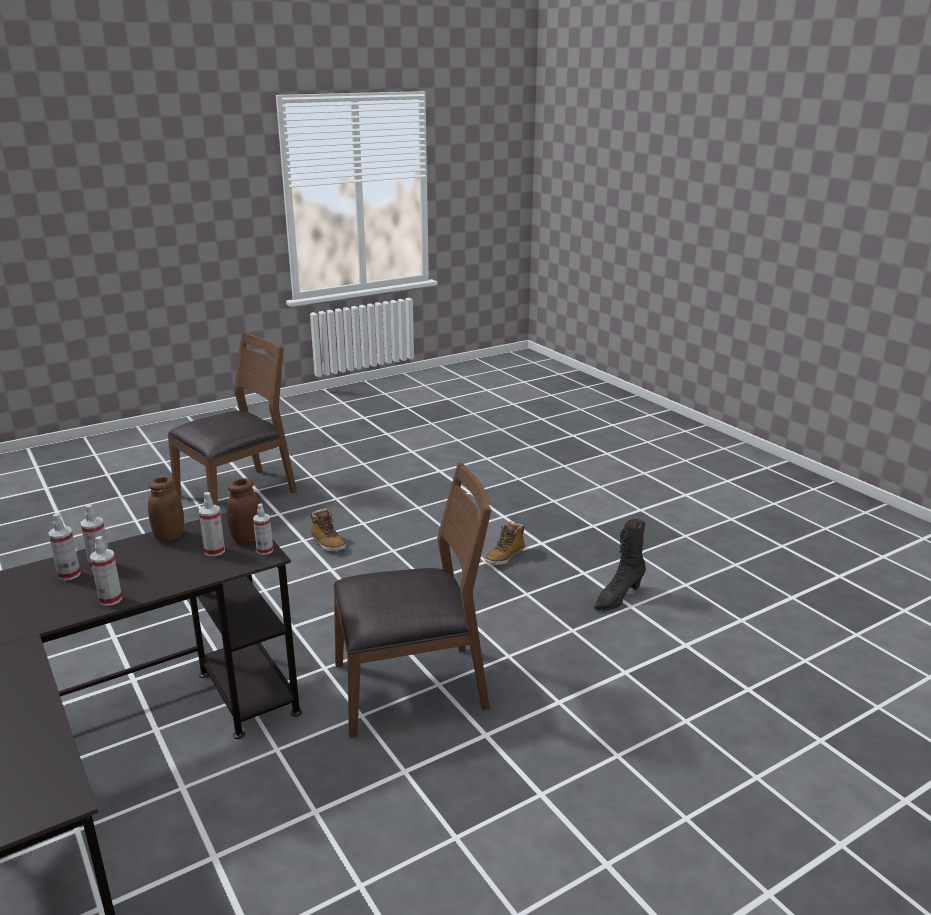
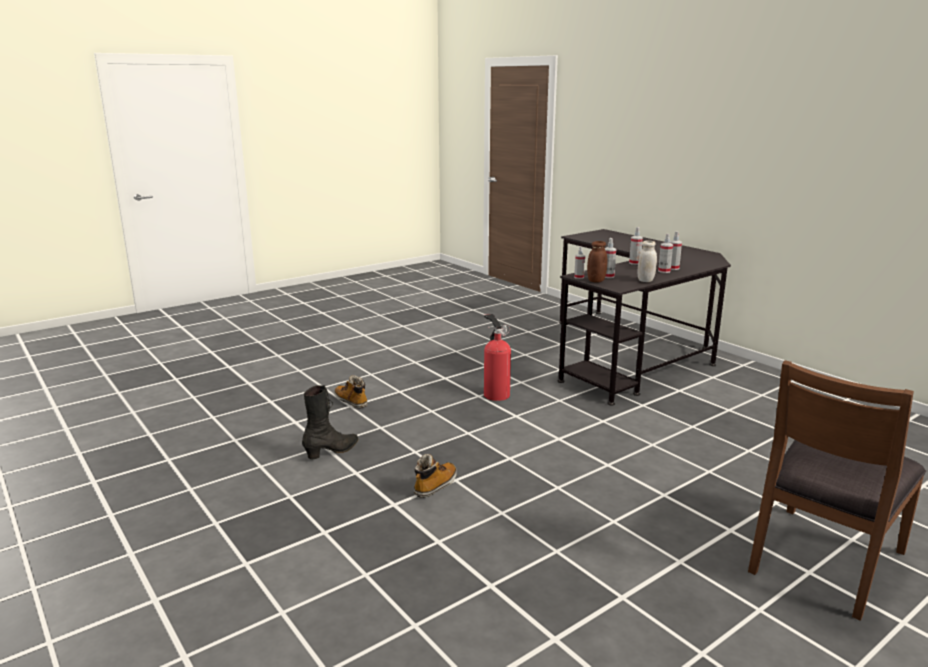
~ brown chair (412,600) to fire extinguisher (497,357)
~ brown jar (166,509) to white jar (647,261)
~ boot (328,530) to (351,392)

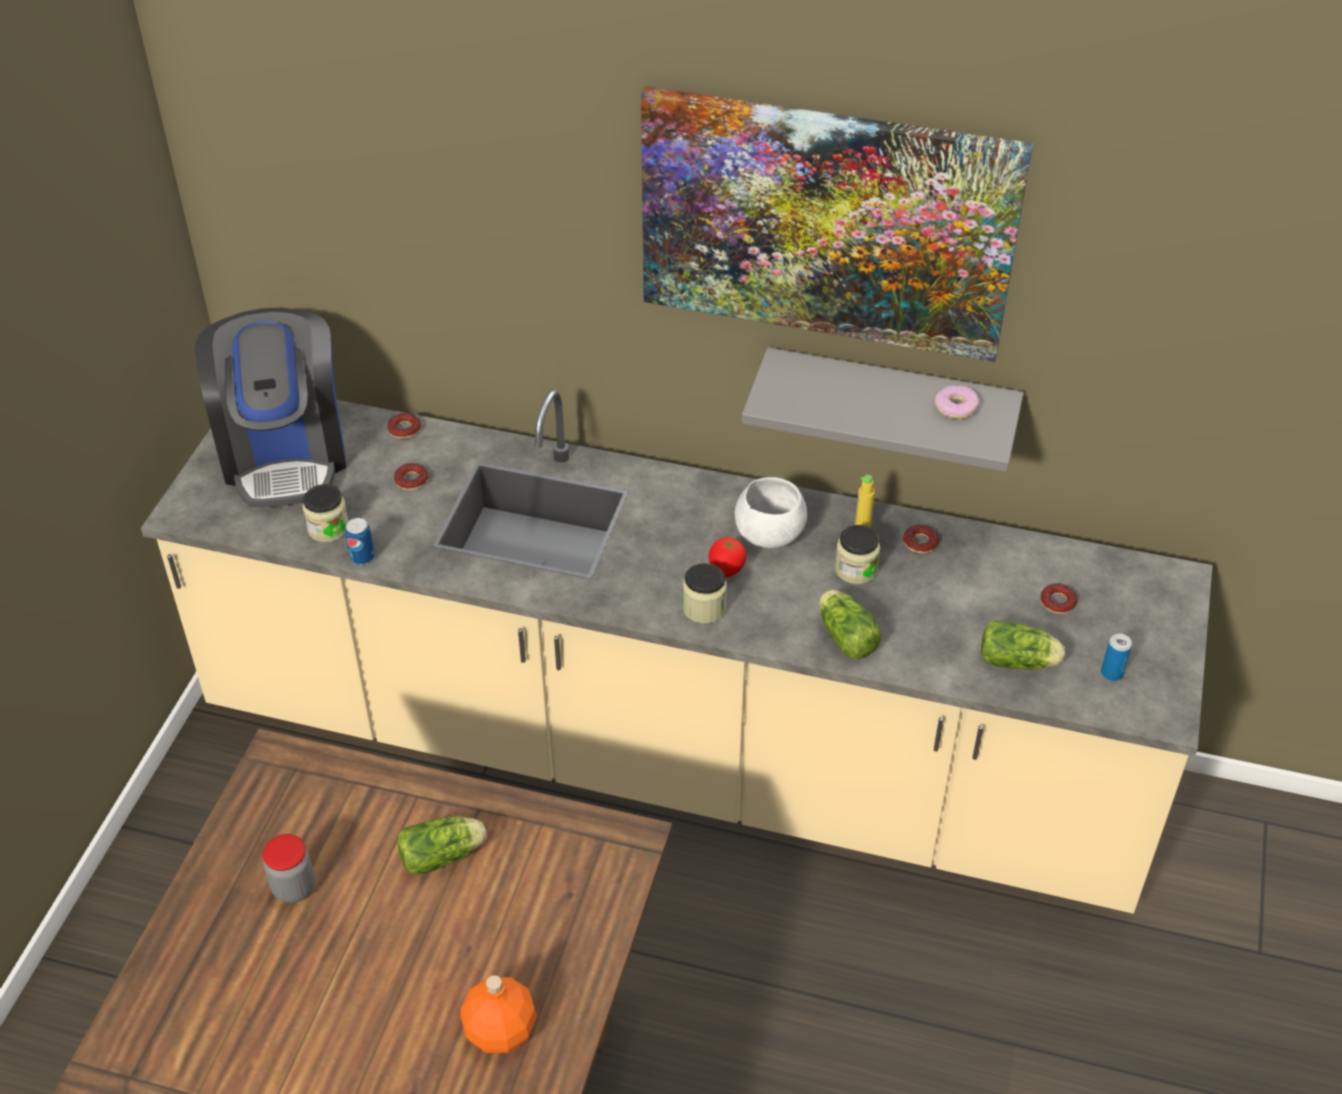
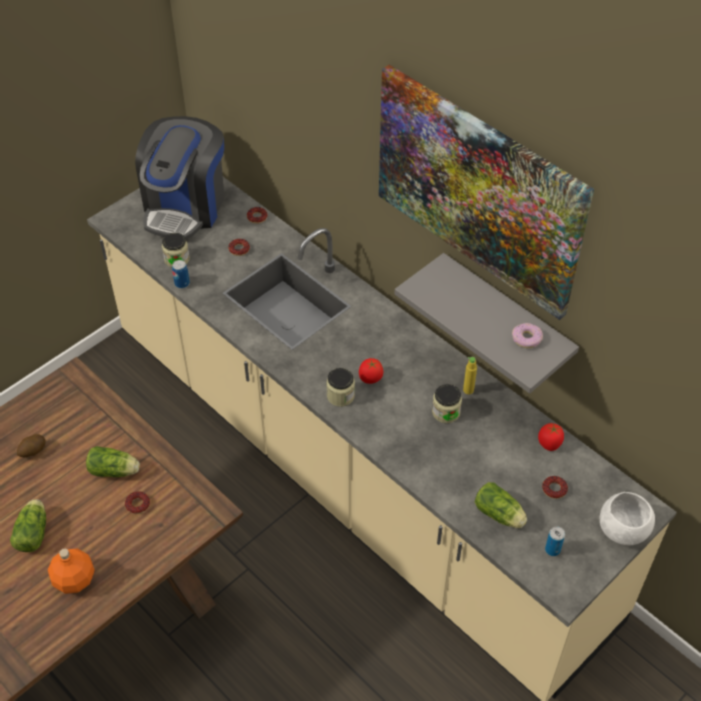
~ white bowl (771,512) to (627,518)
~ donut (921,539) to (137,502)
~ lettuce (850,624) to (28,525)
~ jar (288,868) to potato (31,445)
+ tomato (551,437)

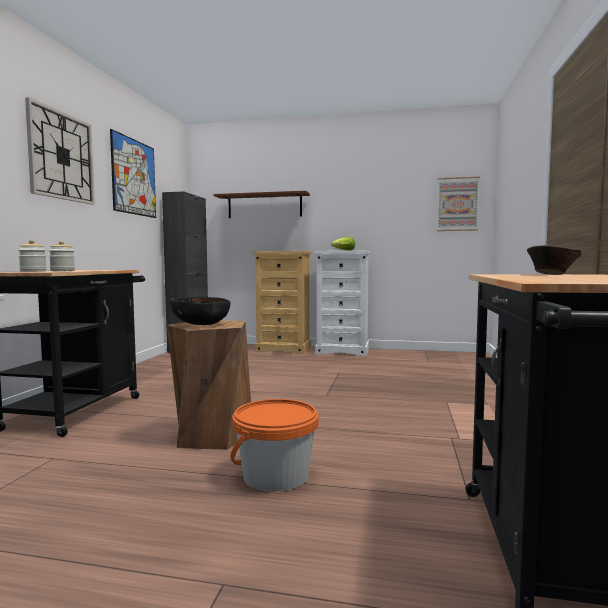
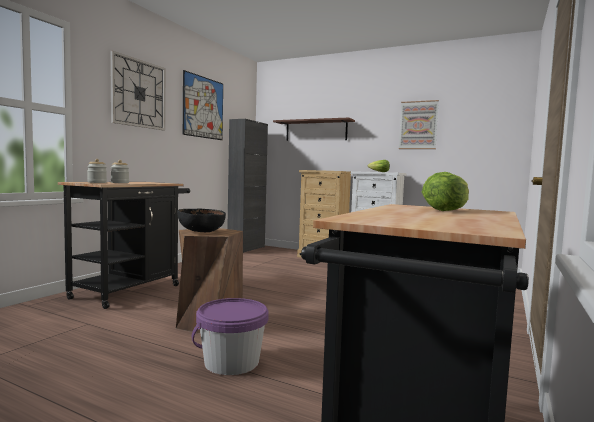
~ picture (458,203) to (419,124)
~ brown bowl (554,260) to lettuce (445,191)
~ orange bucket (274,445) to purple bucket (230,336)

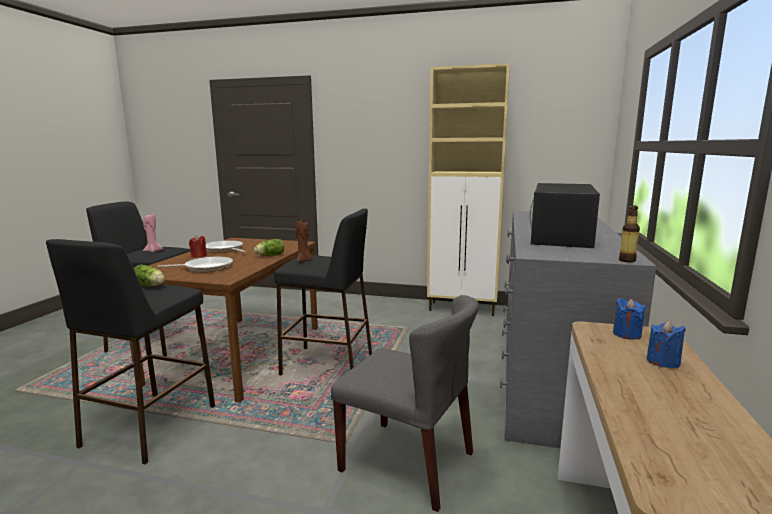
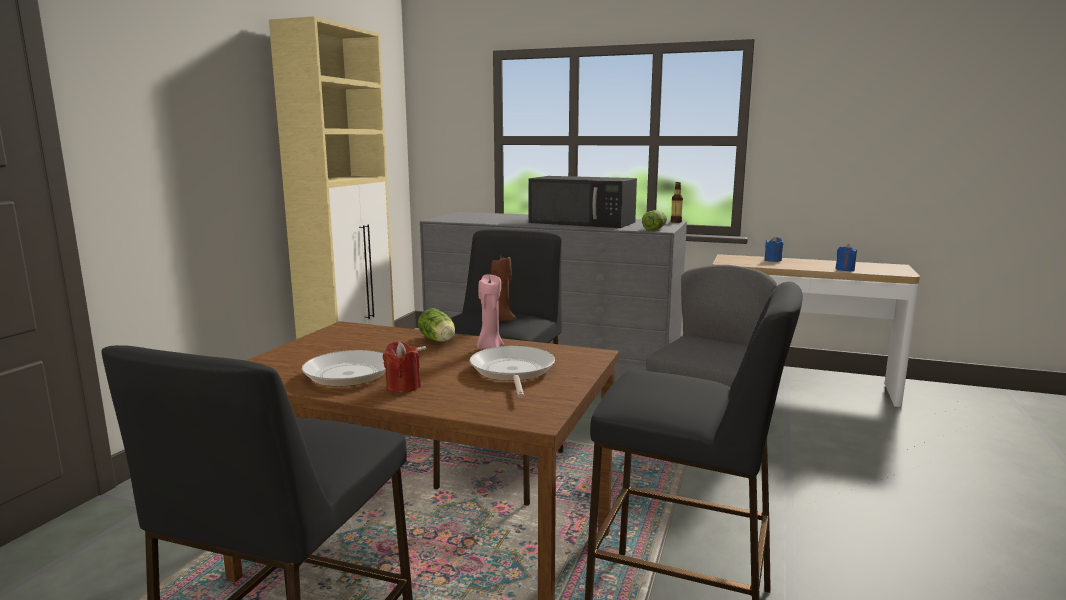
~ pink candle (153,233) to (490,312)
~ lettuce (149,275) to (654,220)
~ blue candle (629,319) to (846,257)

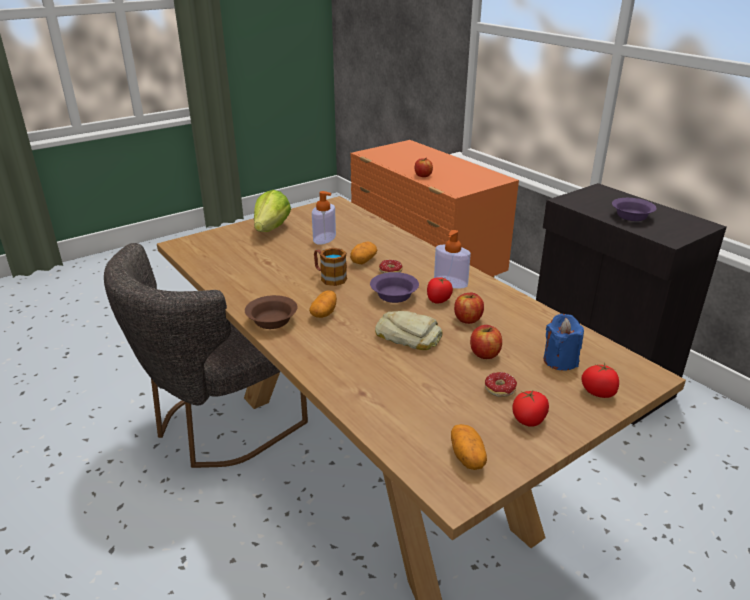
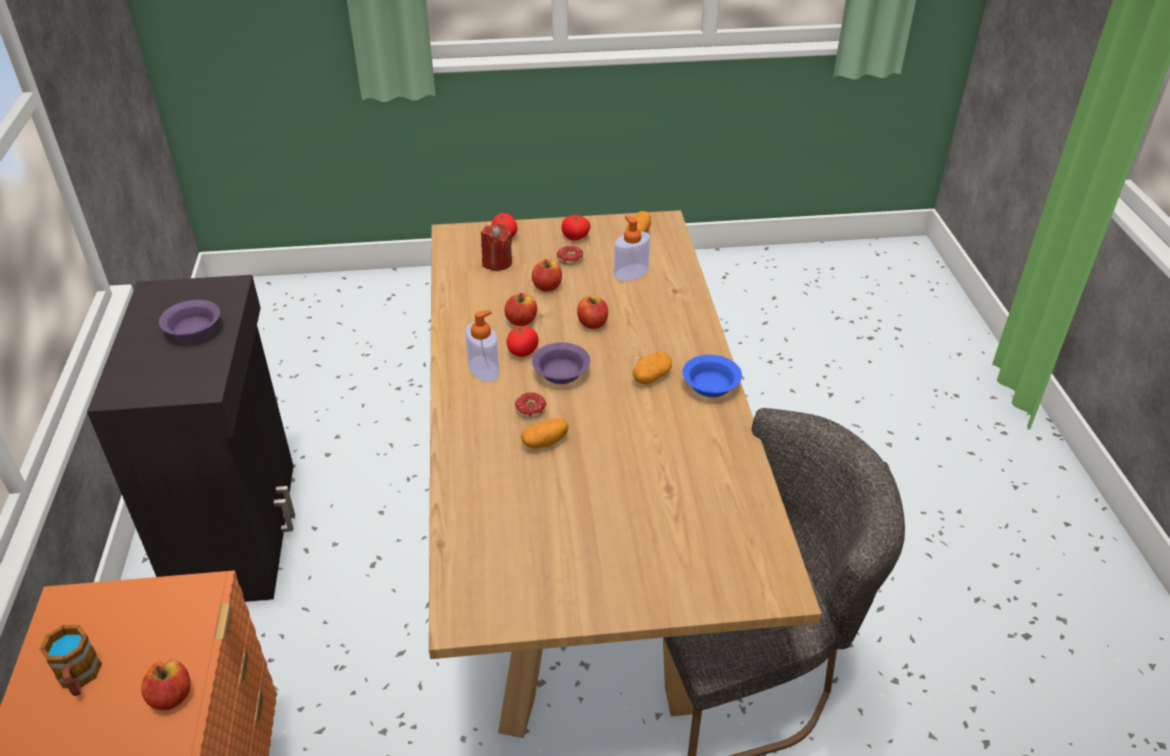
- lettuce (272,211)
~ soap dispenser (324,218) to (632,248)
~ mug (330,267) to (71,660)
~ brown bowl (271,312) to blue bowl (712,376)
~ bread (409,330) to apple (592,312)
~ blue candle (564,342) to red candle (496,247)

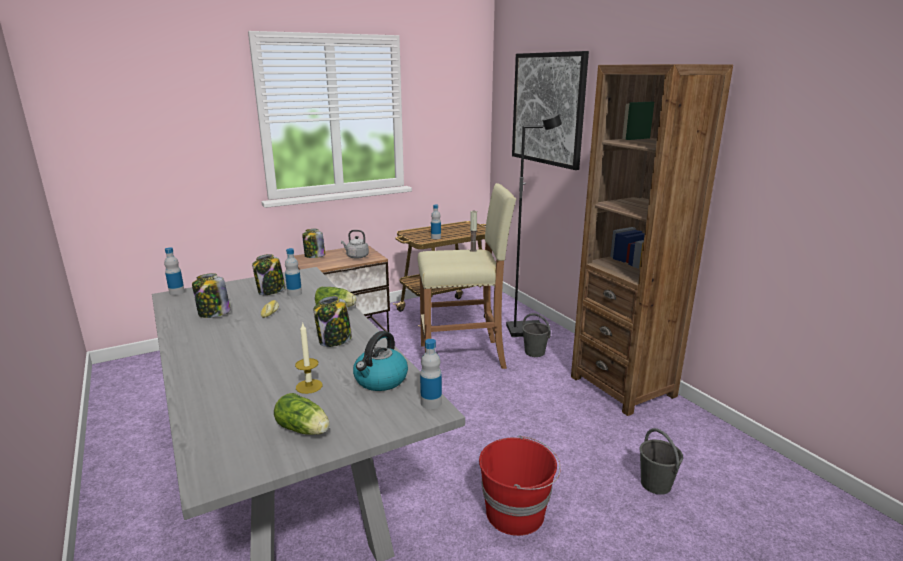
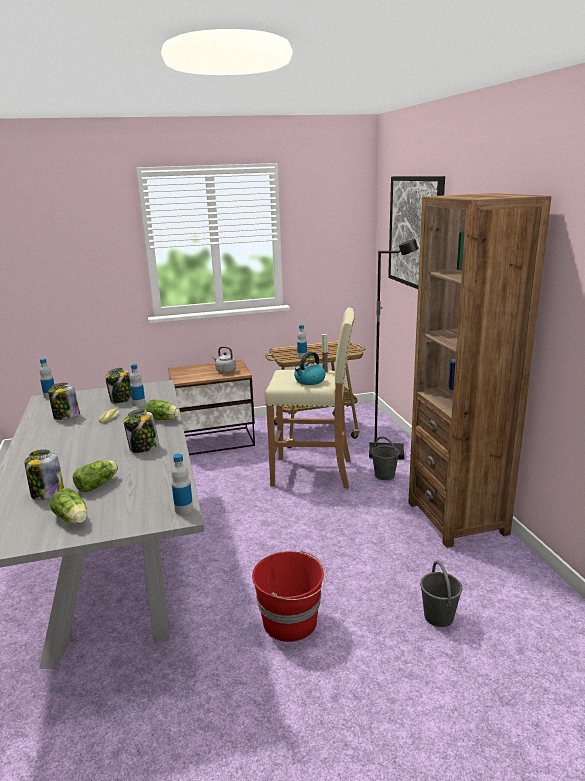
~ jar (313,243) to (44,474)
~ candle (309,358) to lettuce (95,476)
~ kettle (380,361) to (310,368)

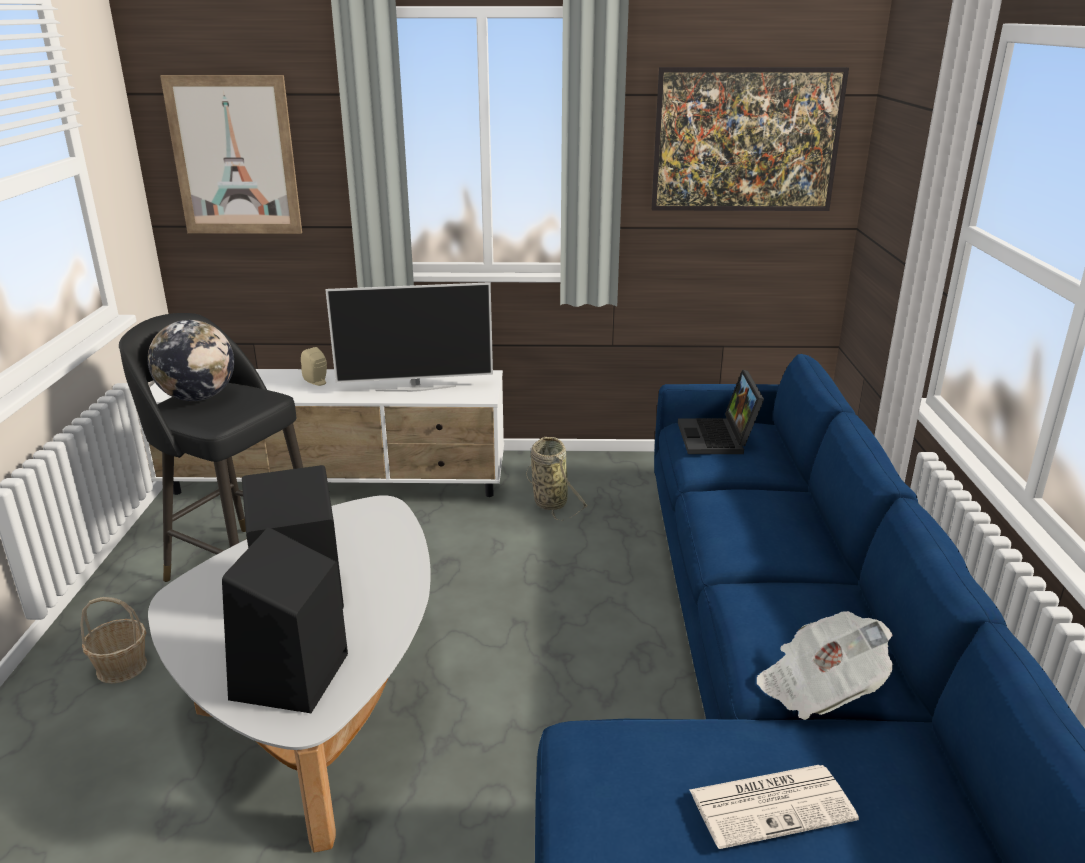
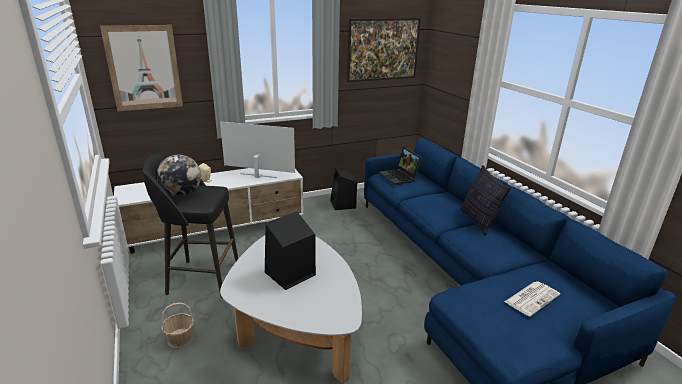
~ television (409,337) = (257,149) 135 degrees counterclockwise
- basket (557,479)
~ black speaker (285,620) to (343,188)
- newspaper (825,665)
+ pillow (485,200)

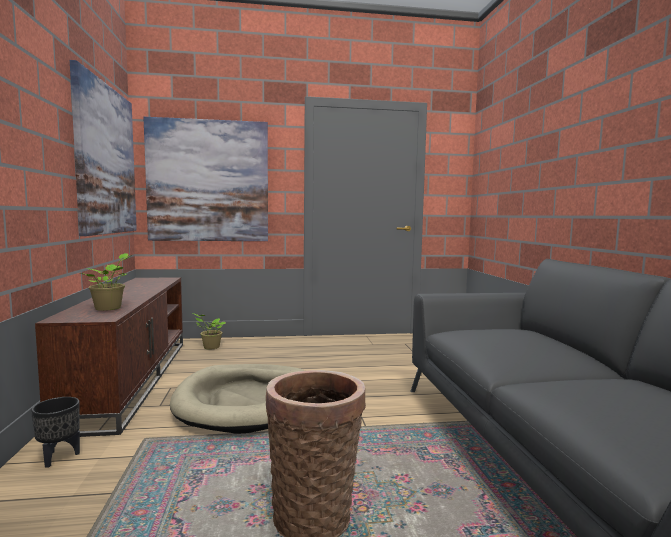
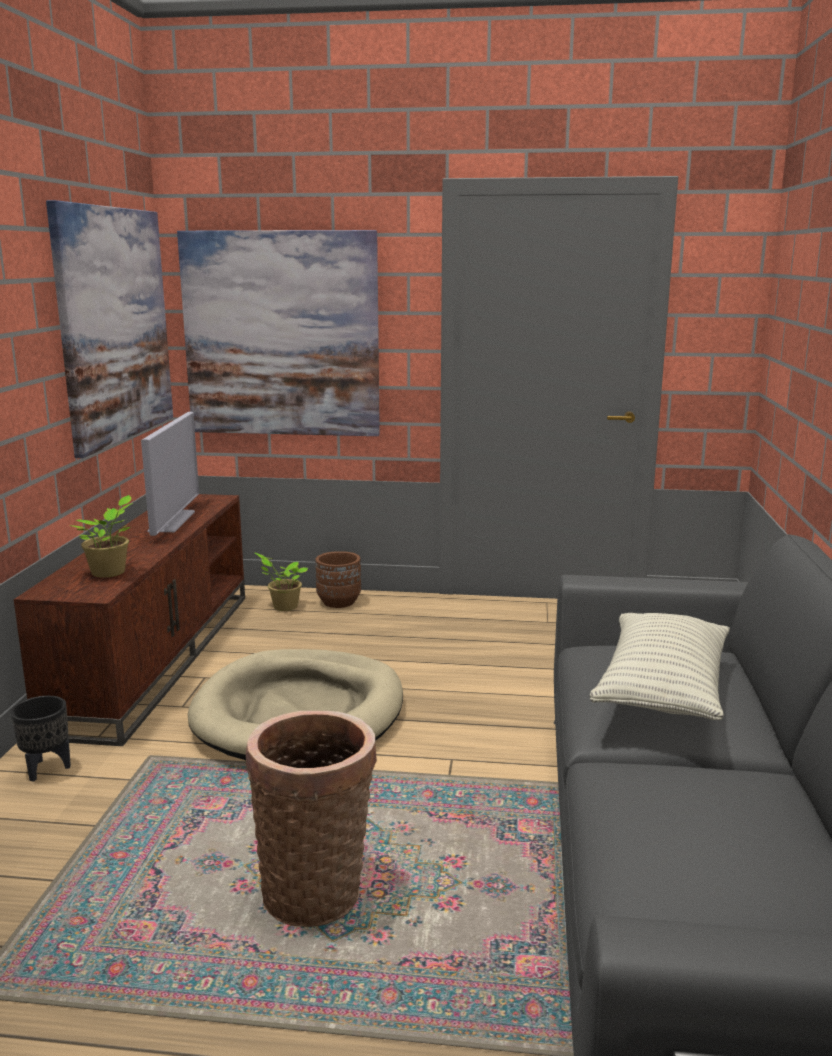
+ television (170,474)
+ brown planter (338,579)
+ pillow (660,666)

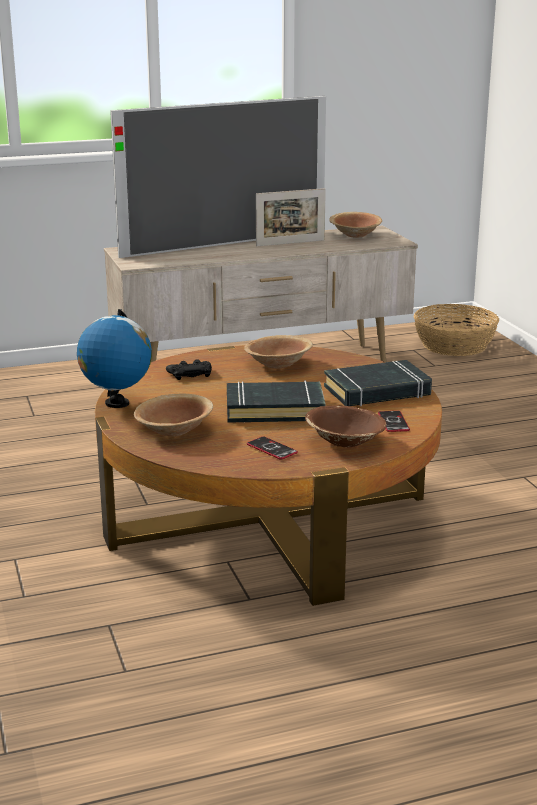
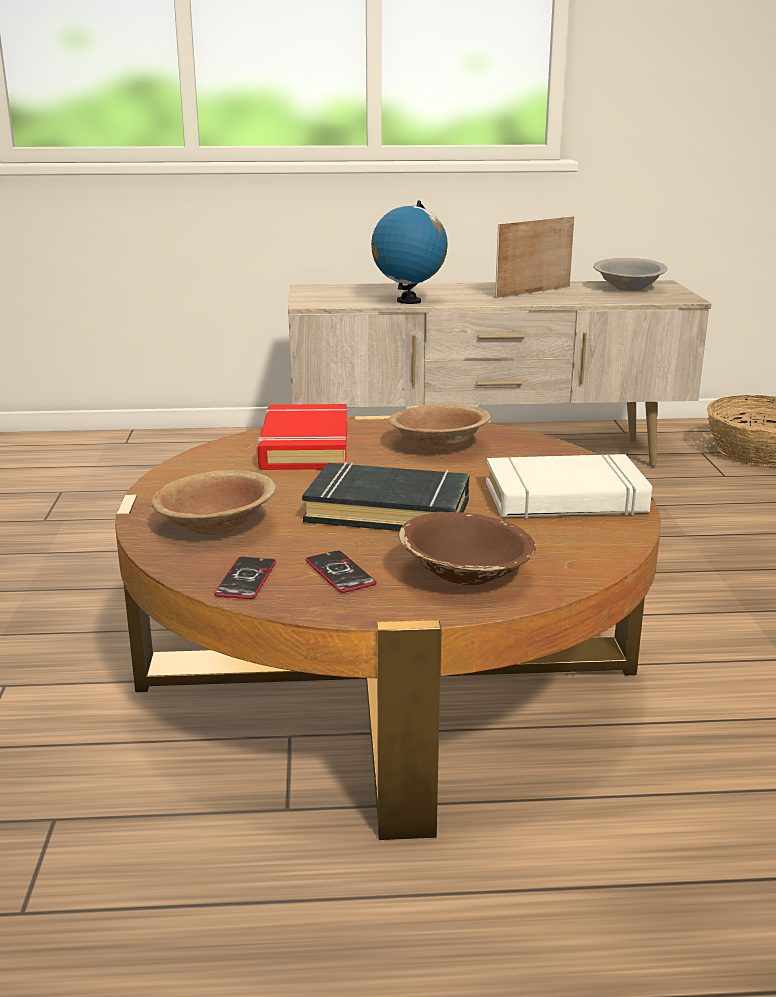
- television (218,177)
~ picture frame (291,217) = (535,257) 150 degrees clockwise
~ brown bowl (355,224) to grey bowl (630,274)
~ globe (114,358) to (409,252)
~ black game controller (189,369) to red book (302,437)
~ black book (378,383) to white book (569,486)
~ phone (394,421) to (245,578)

